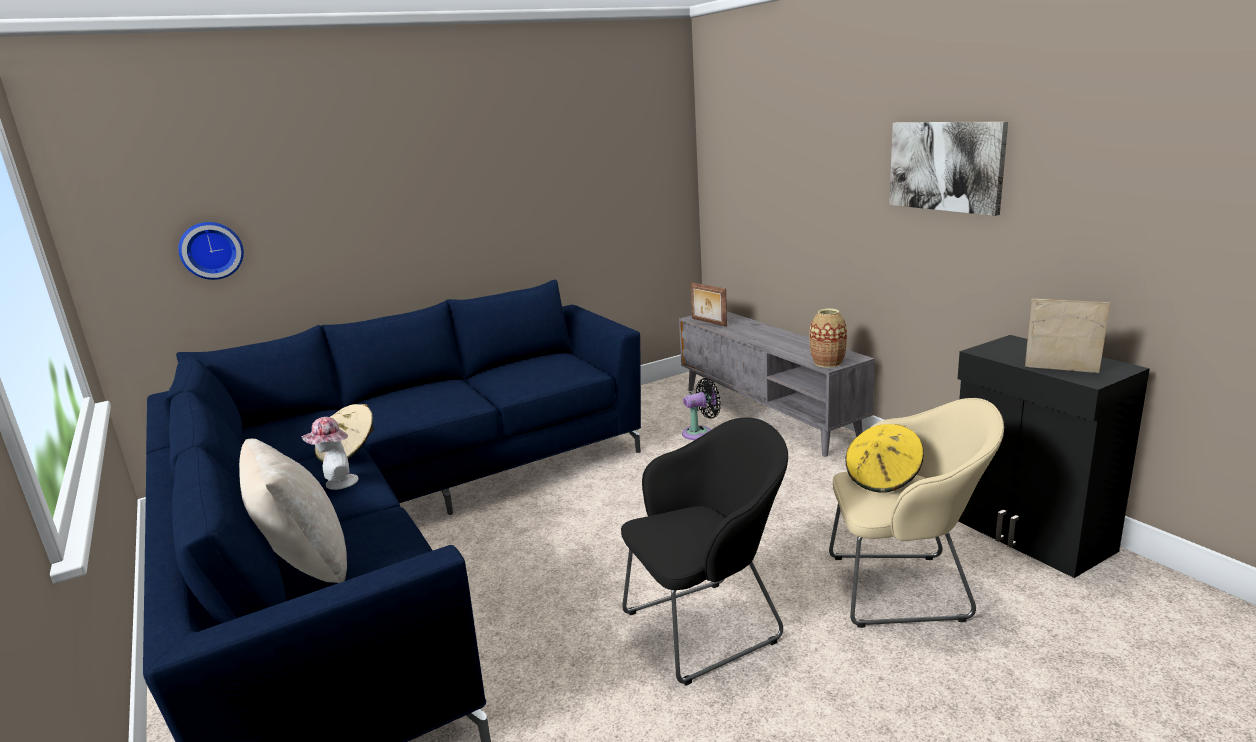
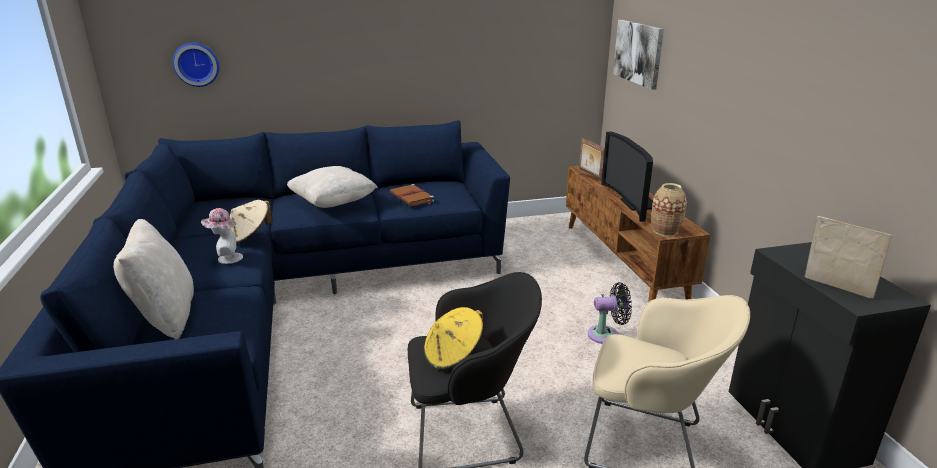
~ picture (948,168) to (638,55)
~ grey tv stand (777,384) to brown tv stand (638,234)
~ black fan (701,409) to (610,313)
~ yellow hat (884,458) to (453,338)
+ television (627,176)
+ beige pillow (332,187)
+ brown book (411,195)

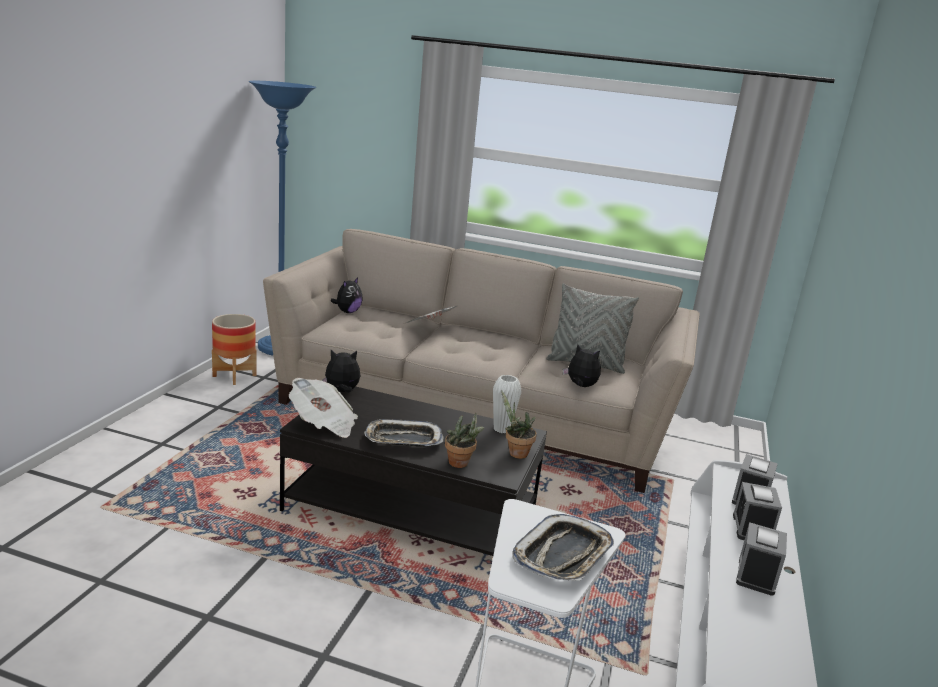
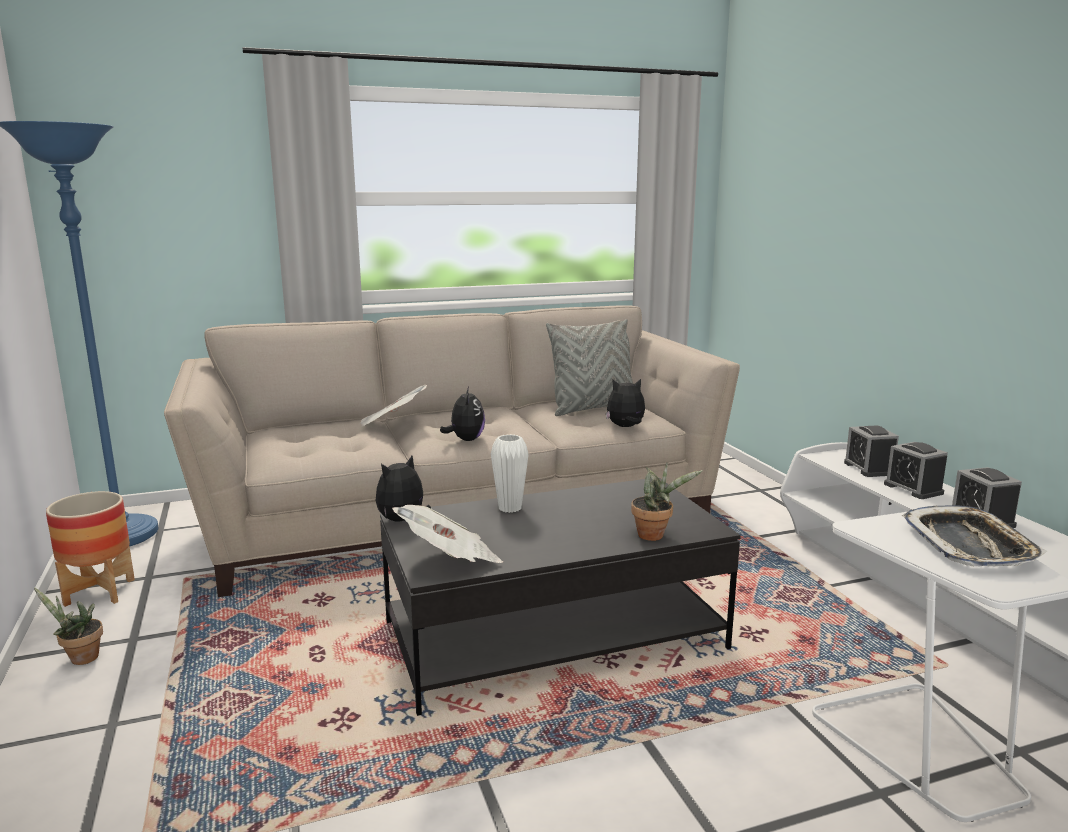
~ plush toy (347,295) to (462,414)
~ white vase (507,404) to (510,473)
~ potted plant (519,425) to (68,626)
- tray (404,433)

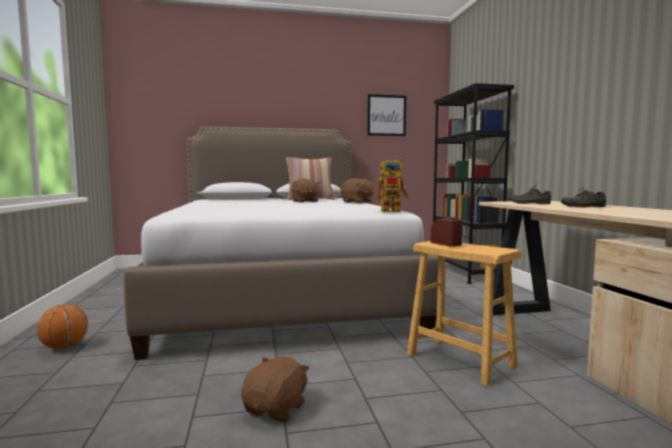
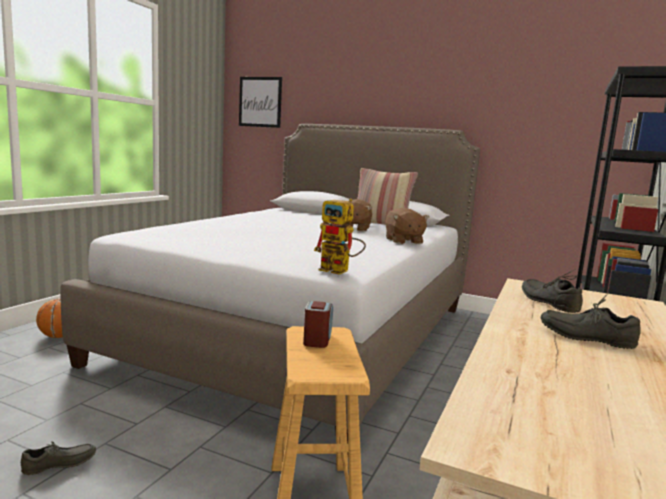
~ picture (386,115) to (260,102)
~ brown plush toy (275,389) to grey shoe (58,458)

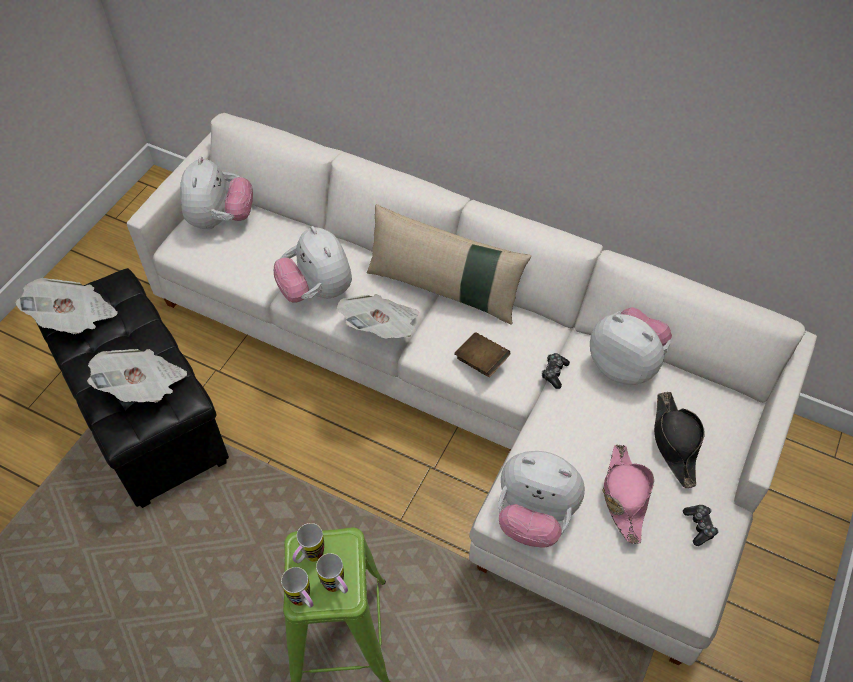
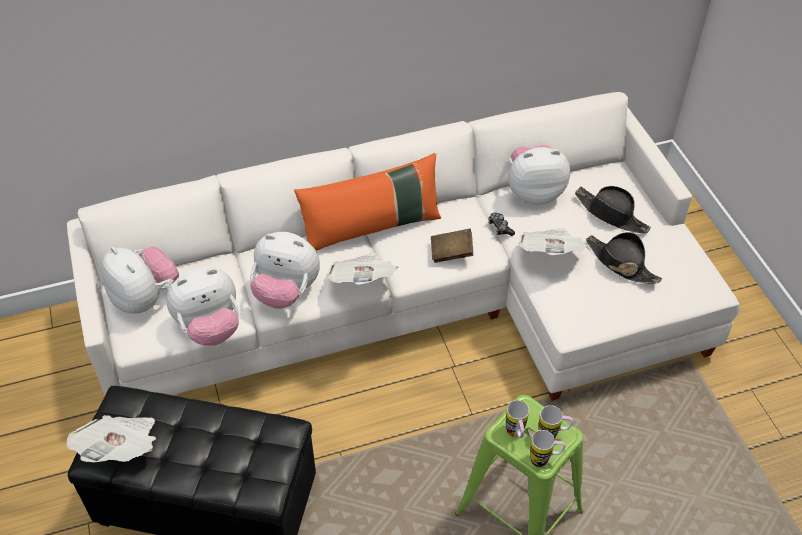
~ beige pillow (449,264) to orange pillow (367,202)
~ newspaper (137,376) to (553,241)
~ pink hat (628,494) to black hat (624,258)
~ plush toy (541,499) to (202,306)
- game controller (701,525)

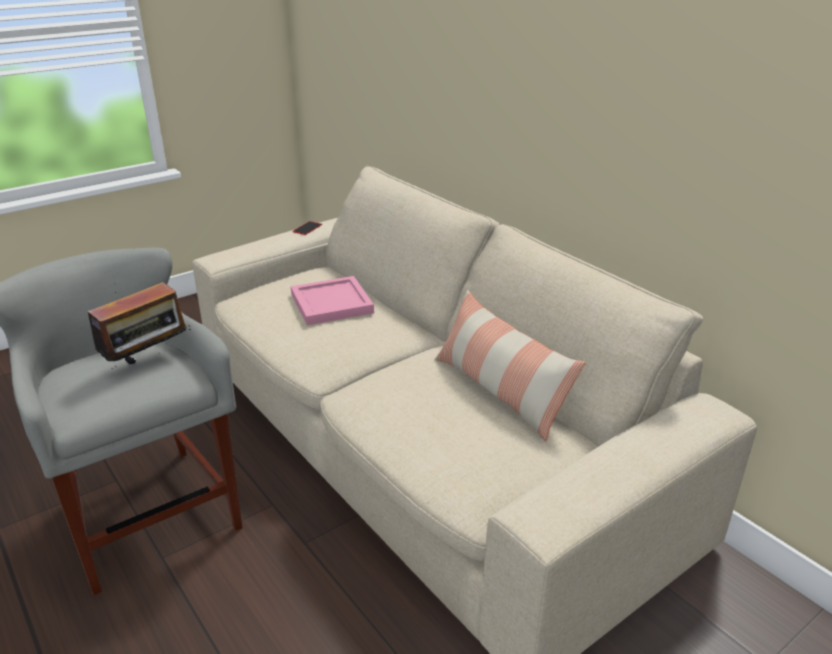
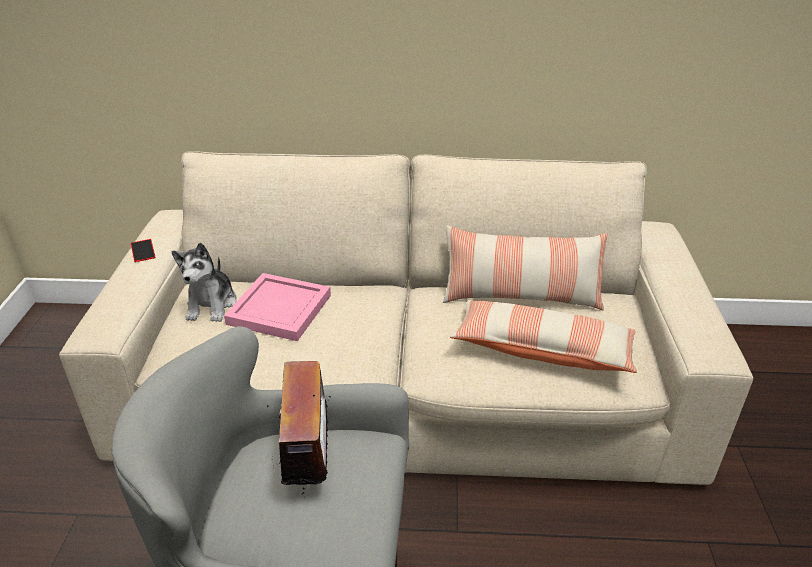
+ plush toy (204,282)
+ pillow (543,336)

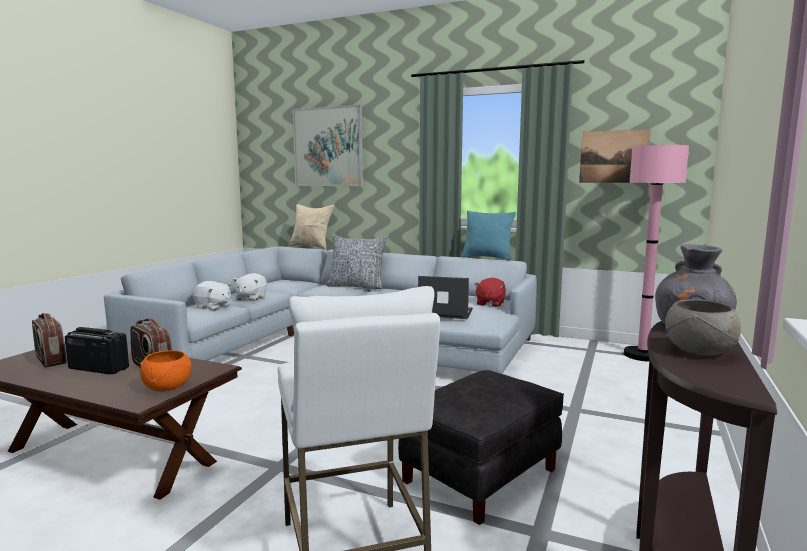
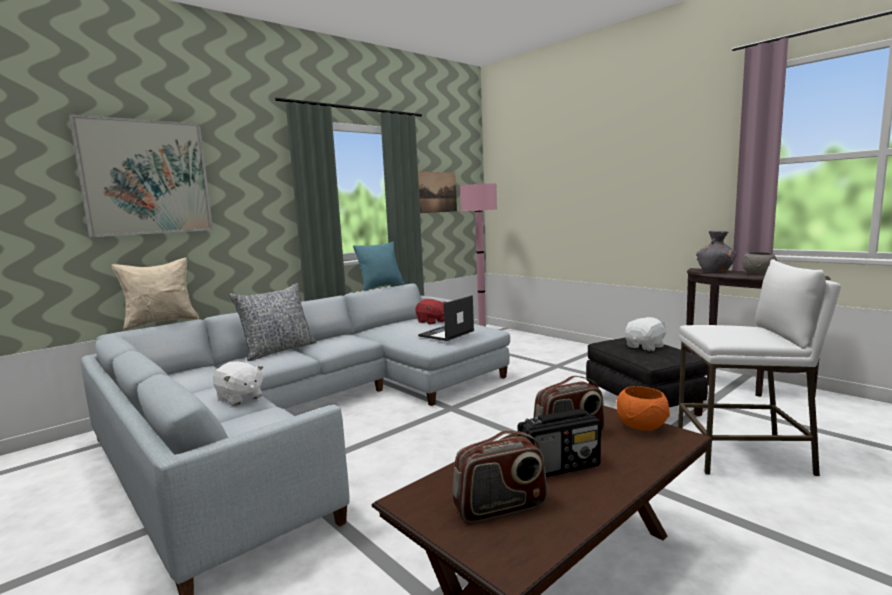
~ white plush toy (212,295) to (646,334)
~ radio (97,351) = (559,443) 150 degrees counterclockwise

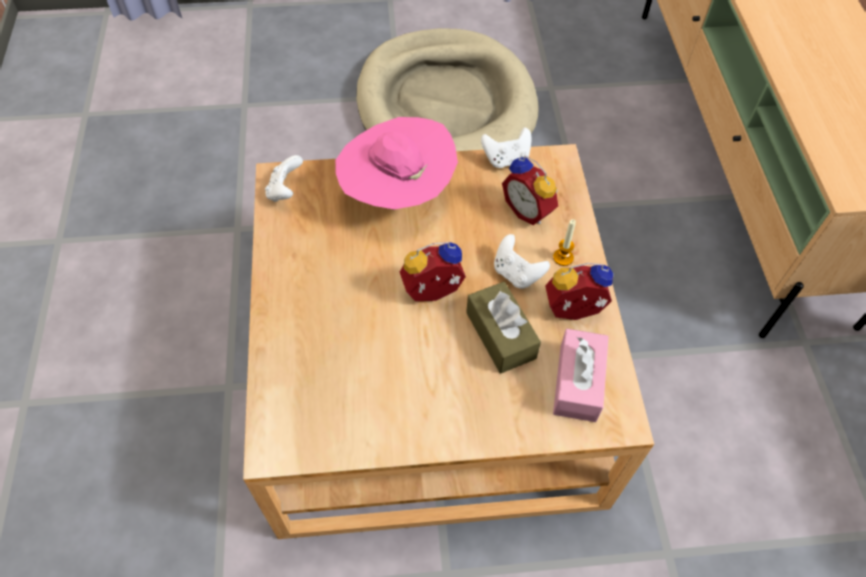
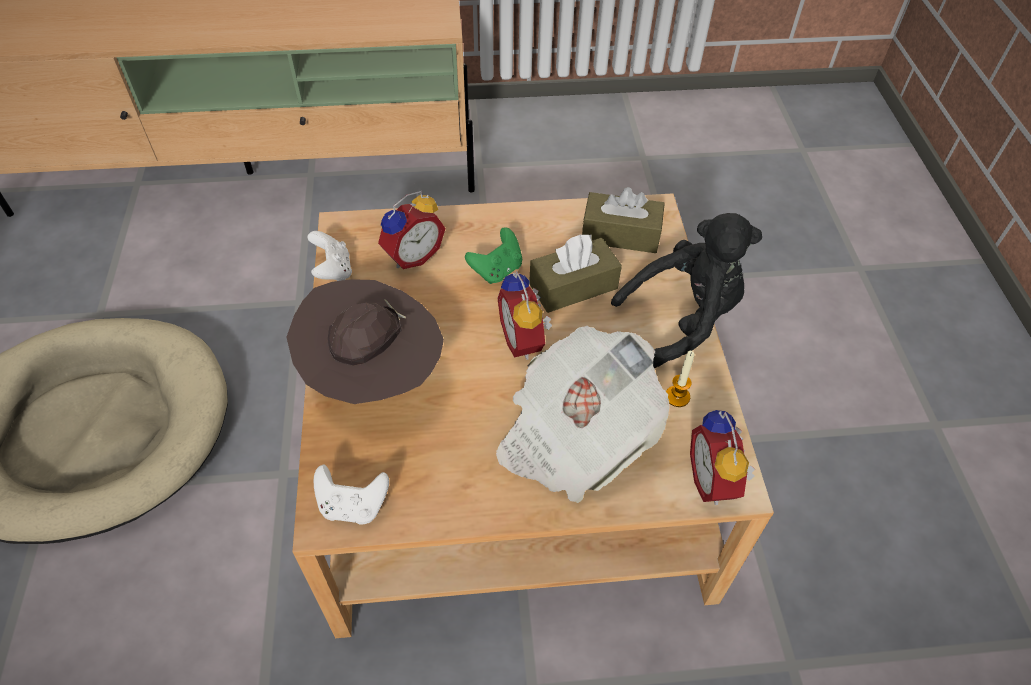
~ pink hat (396,163) to brown hat (365,341)
~ candle (564,242) to (680,379)
~ white game controller (522,261) to green game controller (493,255)
~ alarm clock (579,291) to (722,457)
~ pink tissue box (581,375) to brown tissue box (623,220)
+ black plush toy (686,290)
+ newspaper (582,414)

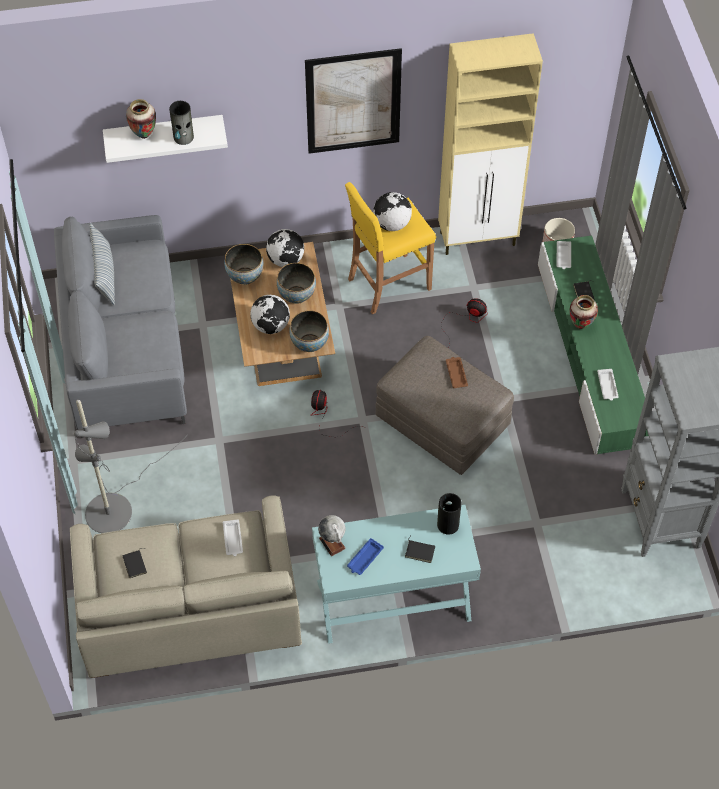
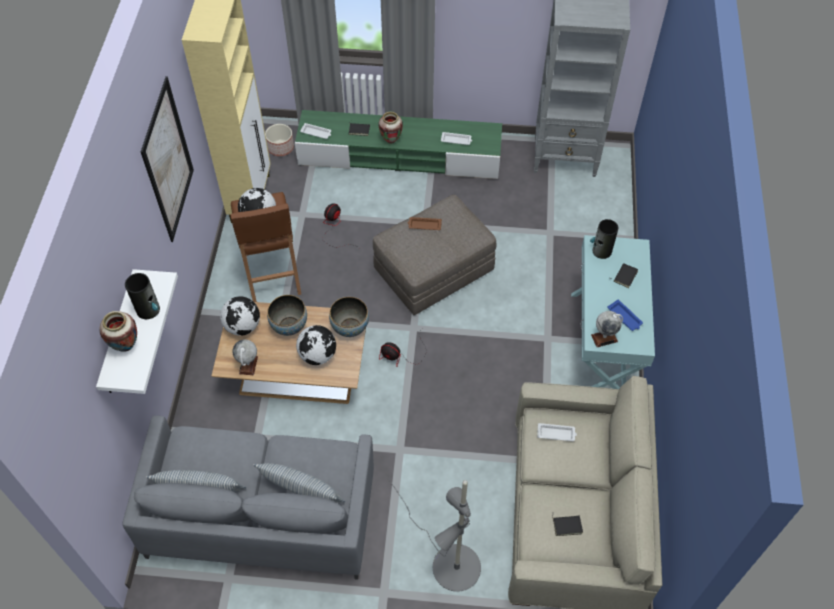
~ yellow stool (390,248) to brown stool (265,247)
~ bowl (243,264) to globe (245,357)
+ pillow (299,483)

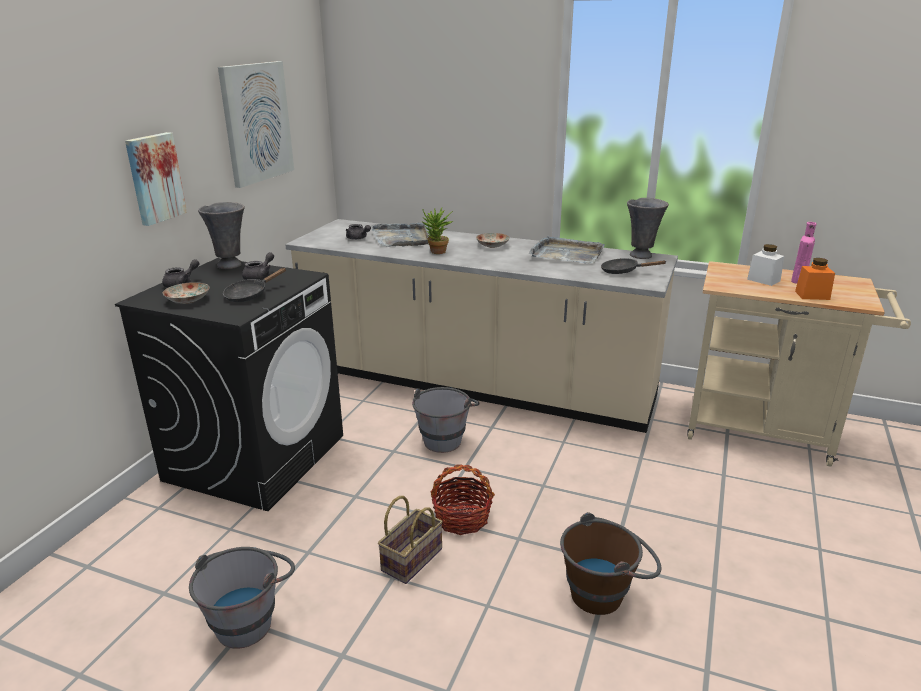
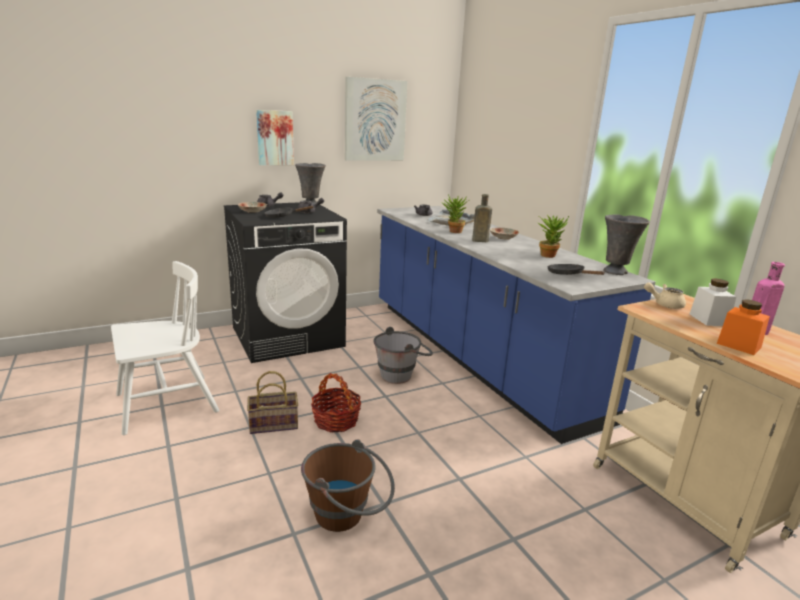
~ beige counter (481,326) to blue counter (516,325)
~ grey tray (566,250) to potted plant (553,236)
~ grey bucket (242,598) to white chair (165,348)
+ brown bottle (482,218)
+ beige teapot (665,296)

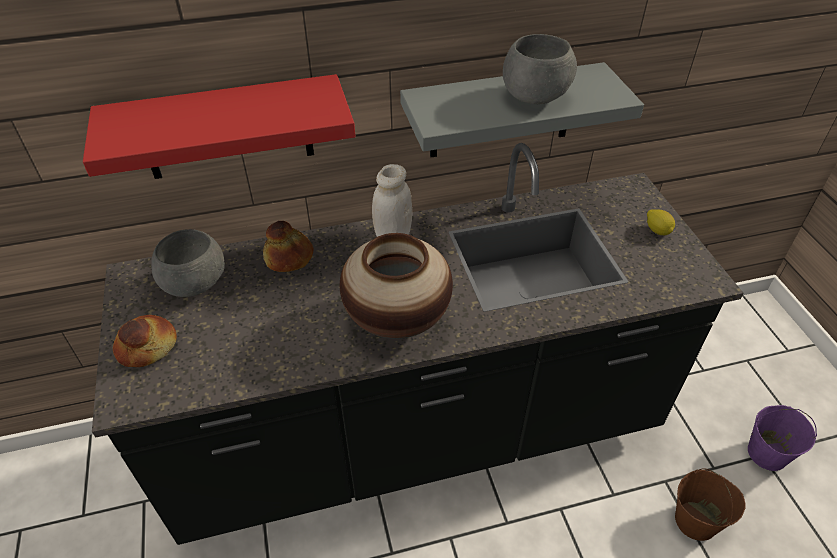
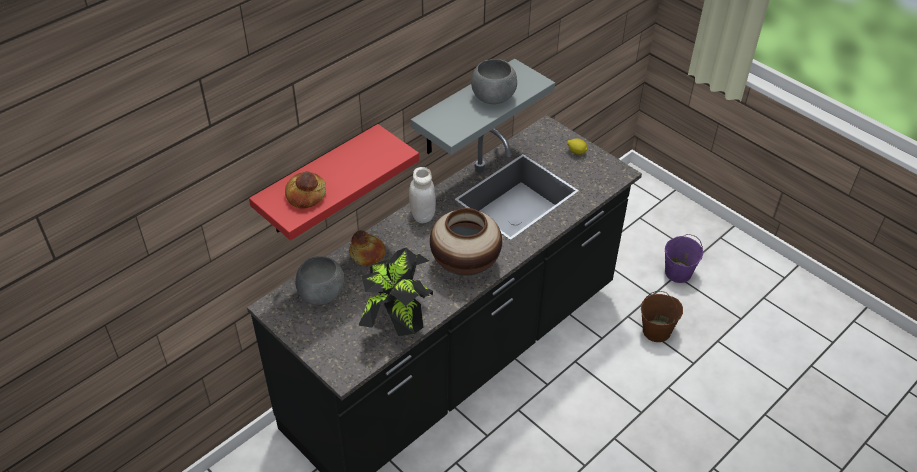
~ bread (145,341) to (305,190)
+ potted plant (395,292)

